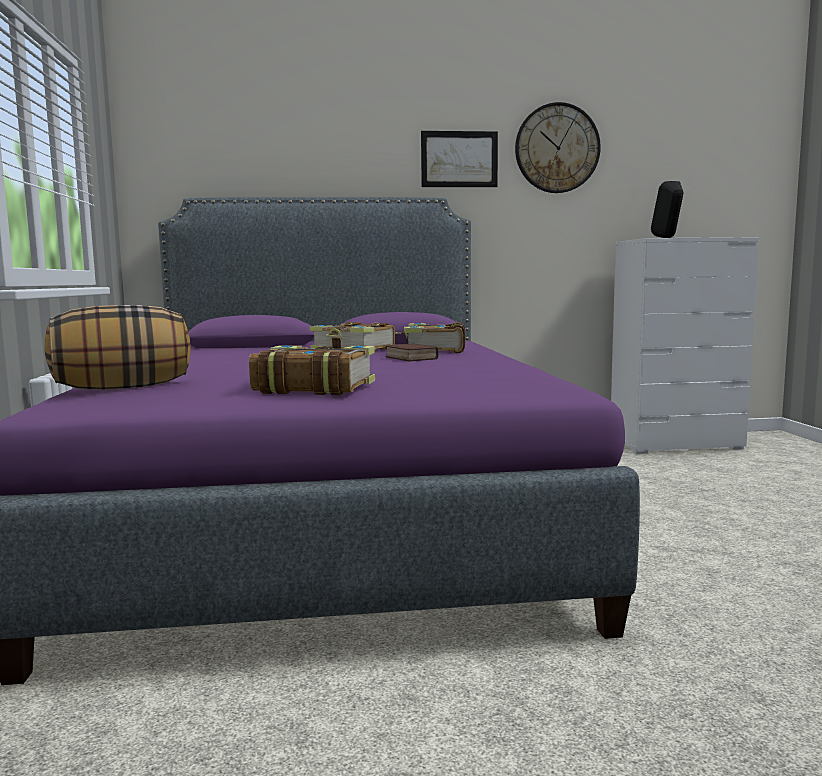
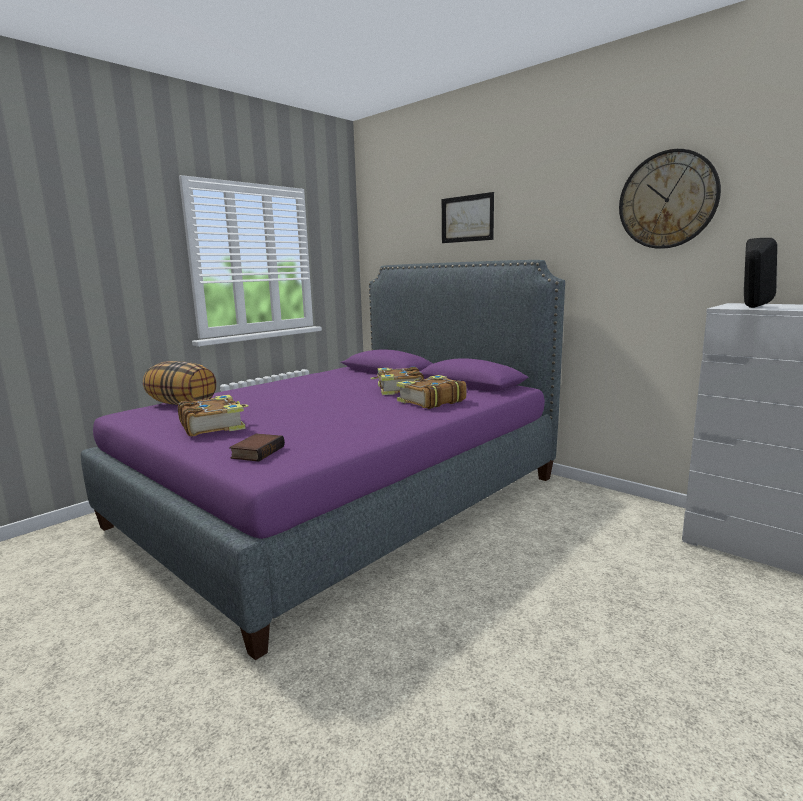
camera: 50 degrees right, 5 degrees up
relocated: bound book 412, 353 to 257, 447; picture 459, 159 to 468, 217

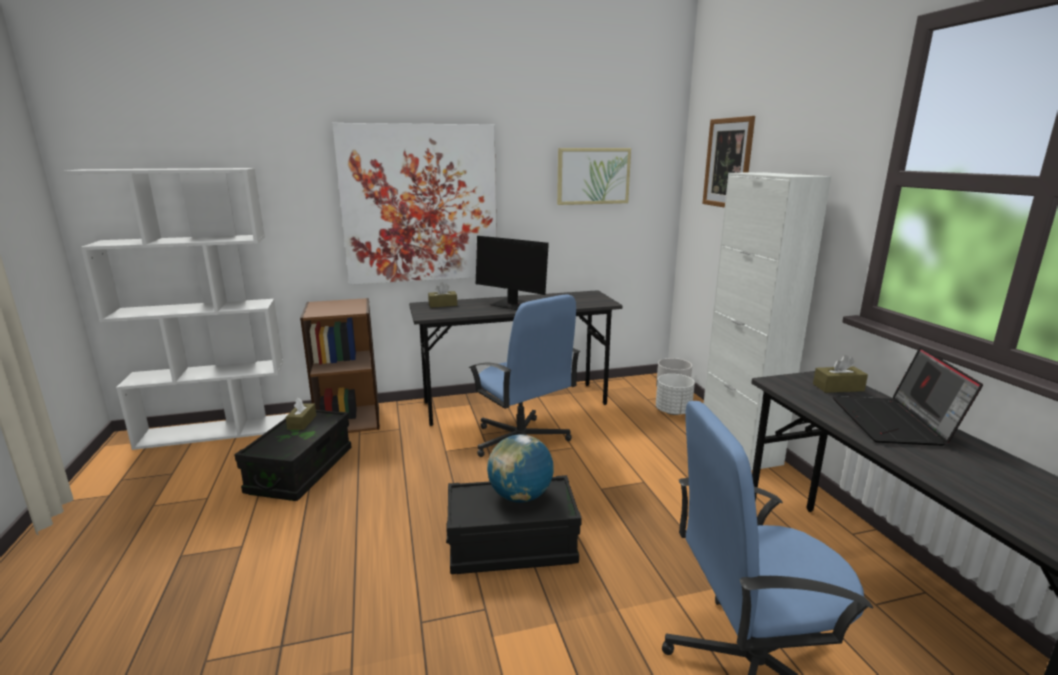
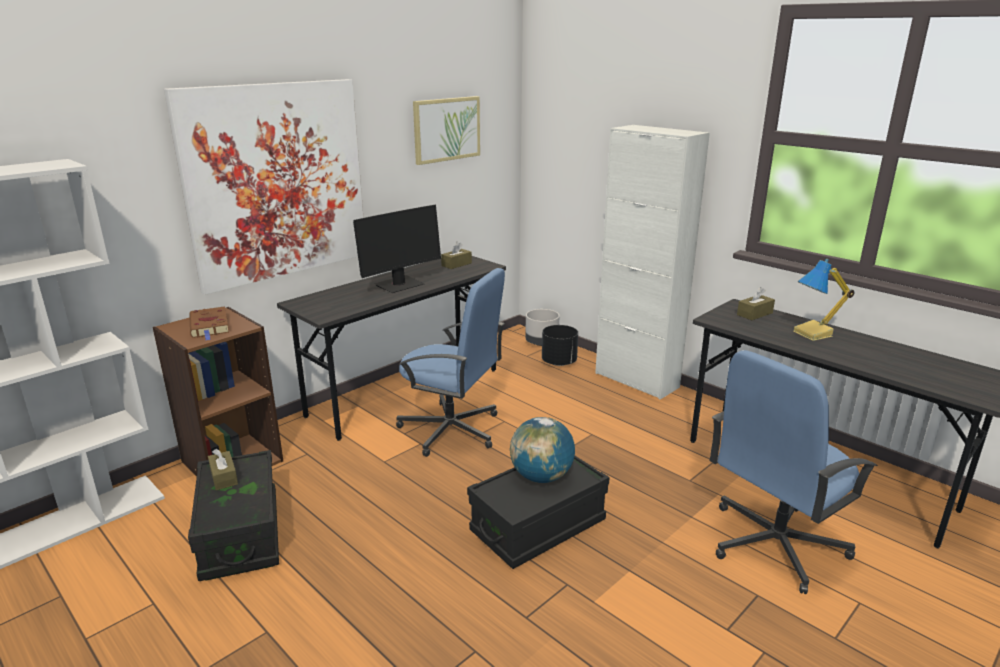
camera: 30 degrees left, 5 degrees up
missing: picture 728, 162
appeared: bound book (brown-coloured) 209, 323
relocated: box of tissues (brown-coloured) 442, 295 to 456, 255
exchanged: portable computer 908, 396 to lamp for a table 824, 300
colour: planter (white) 675, 394 to planter (black-coloured) 560, 345
spun: monitor 512, 273 = 397, 249 45 degrees counterclockwise

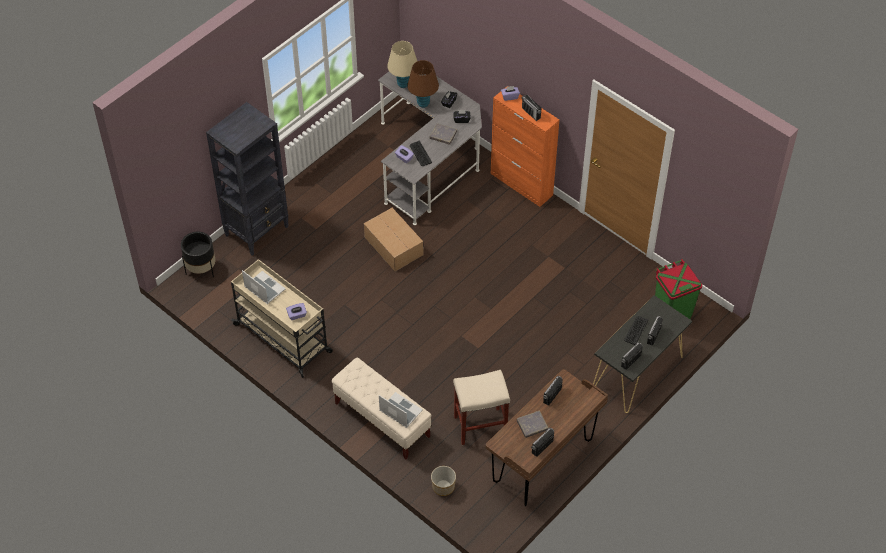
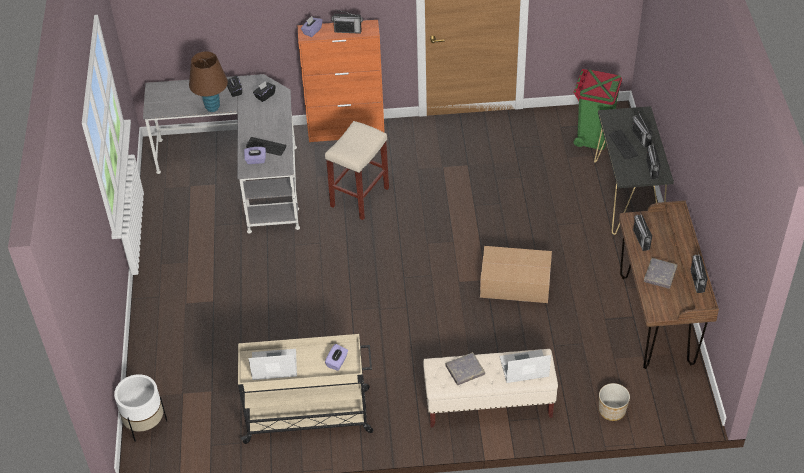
camera: 45 degrees left, 5 degrees down
missing: shelving unit (black-coloured) 247, 179; lamp for a table (beige-coloured) 402, 64
relocated: stool (beige-coloured) 481, 407 to 357, 170; bound book (gray) 443, 134 to 465, 368; cardboard box 393, 239 to 516, 274
colour: planter (black-coloured) 198, 255 to planter (white) 140, 408

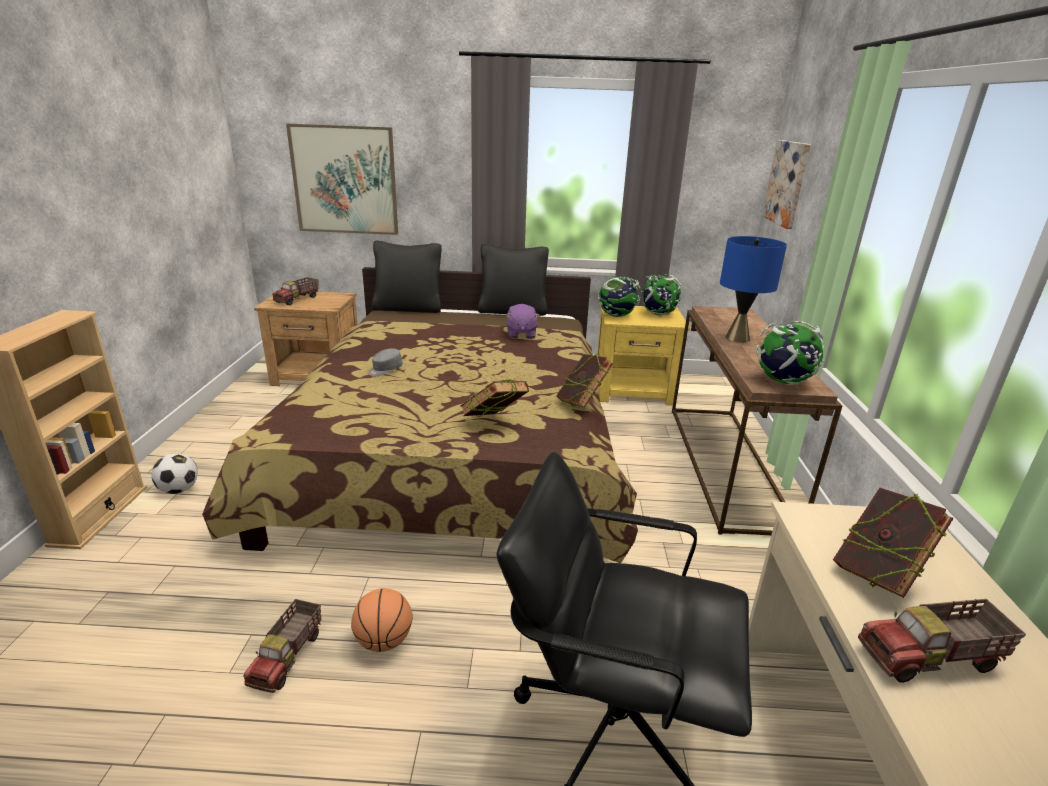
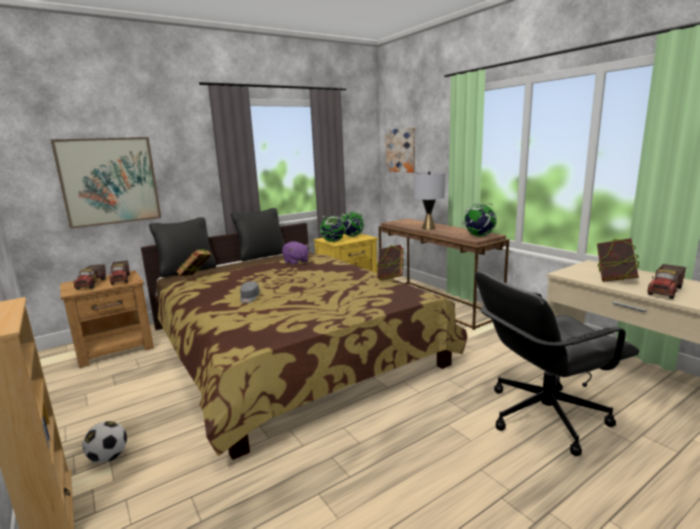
camera: 35 degrees left, 10 degrees down
missing: basketball ball 382, 620
relocated: toy lorry 282, 646 to 120, 272; bound book 494, 398 to 194, 262
colour: lamp for a table (bluish) 753, 289 to lamp for a table (gray) 429, 200

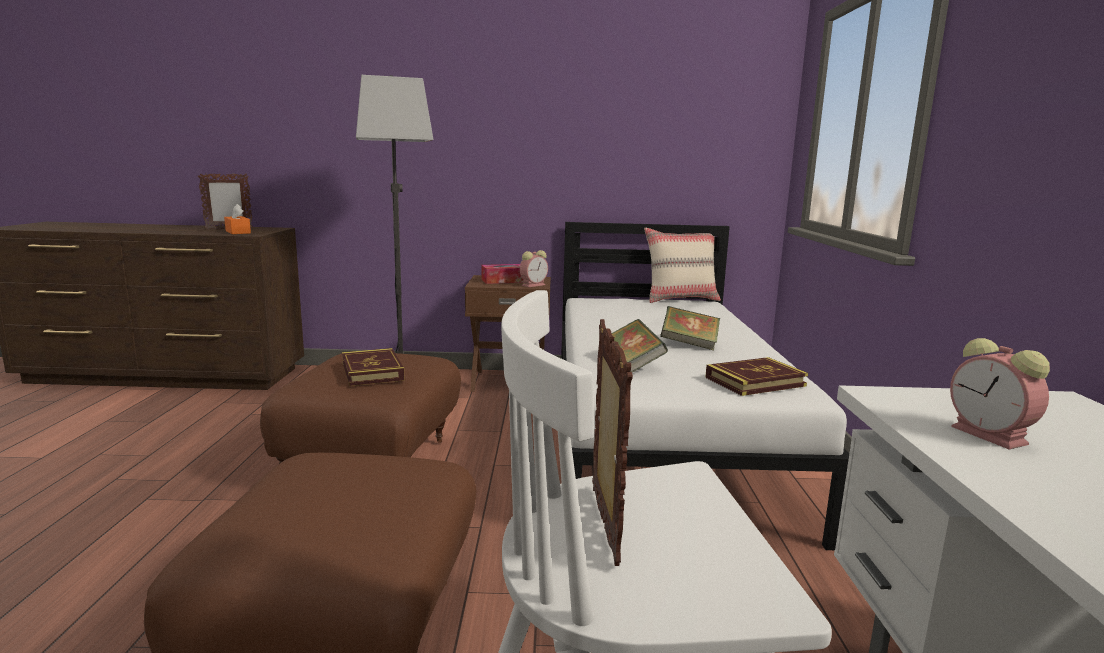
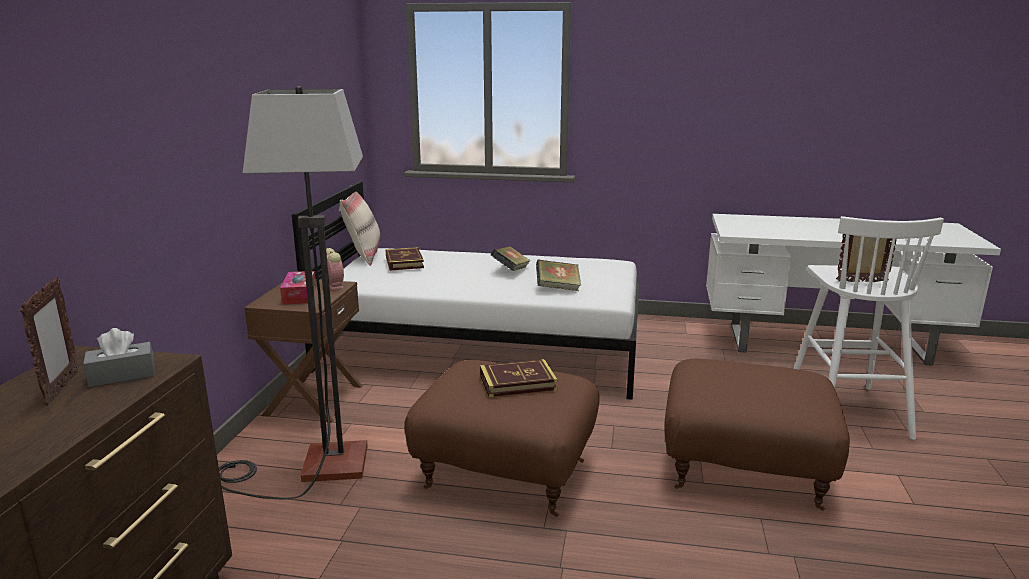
camera: 80 degrees left, 5 degrees up
missing: bedside clock 1000, 393
relocated: bound book 756, 376 to 404, 259
colour: box of tissues (orangey) 237, 219 to box of tissues (gray) 119, 357

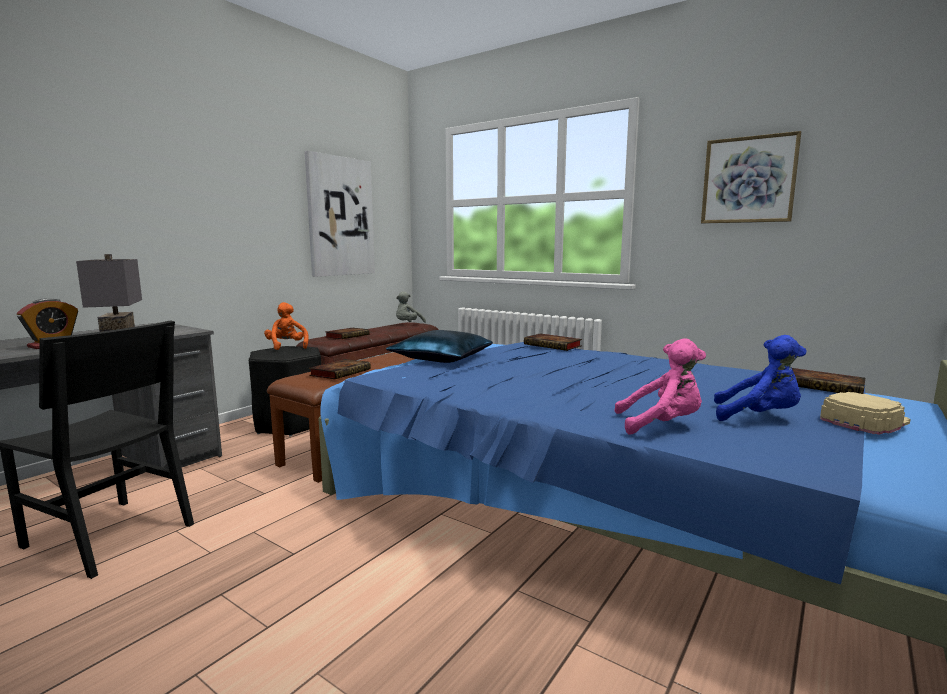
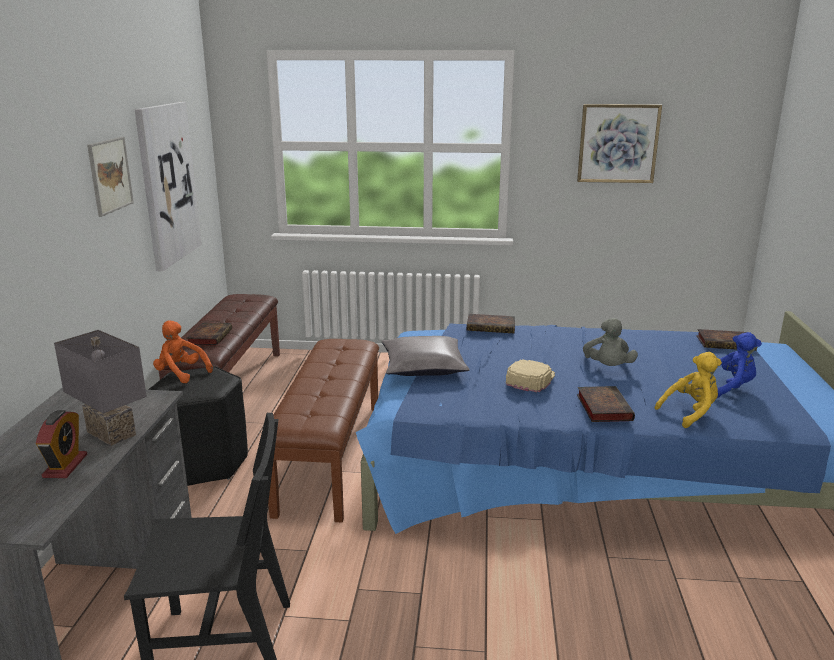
camera: 30 degrees left, 10 degrees up
appeared: picture 110, 177
relocated: baseball cap (beige-coloured) 865, 413 to 530, 375; bound book 340, 369 to 606, 404; soft toy (gray) 411, 307 to 610, 342
colour: cushion (bluish) 439, 346 to cushion (gray) 426, 356; soft toy (pinkish) 660, 386 to soft toy (yellowish) 688, 390

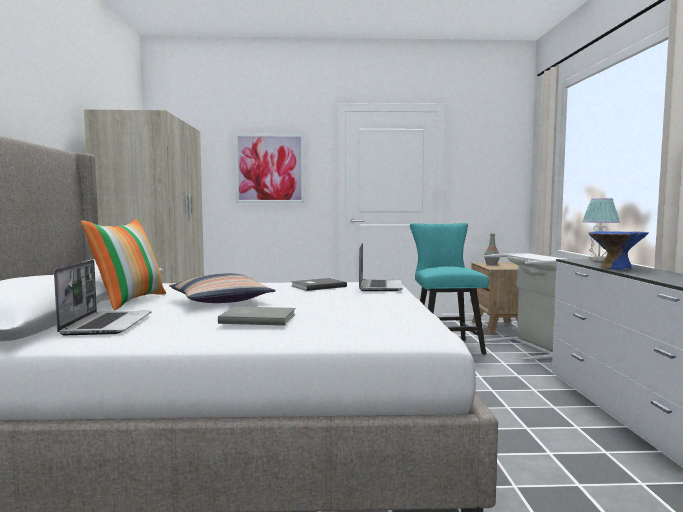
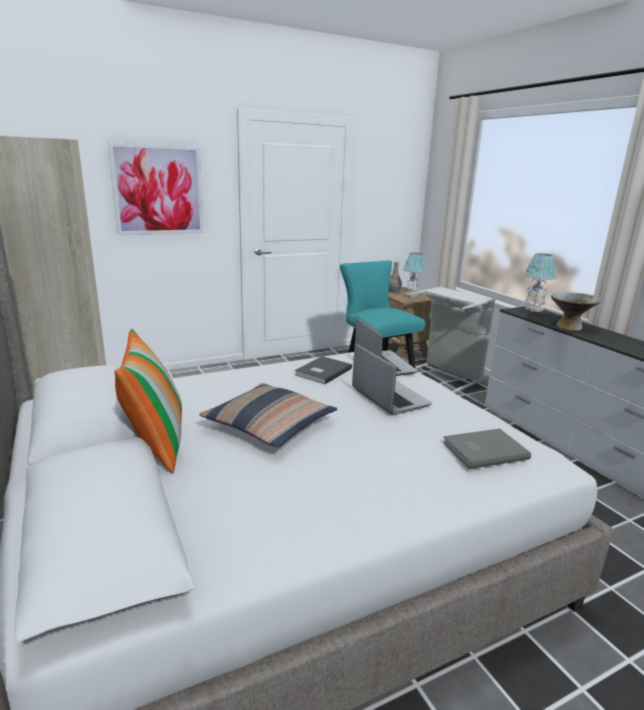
camera: 25 degrees left, 15 degrees up
appeared: lamp for a table 414, 275
relocated: portable computer 103, 297 to 392, 379; bound book (gray) 257, 316 to 487, 449
colour: serving bowl (bluish) 619, 250 to serving bowl (gray) 576, 311

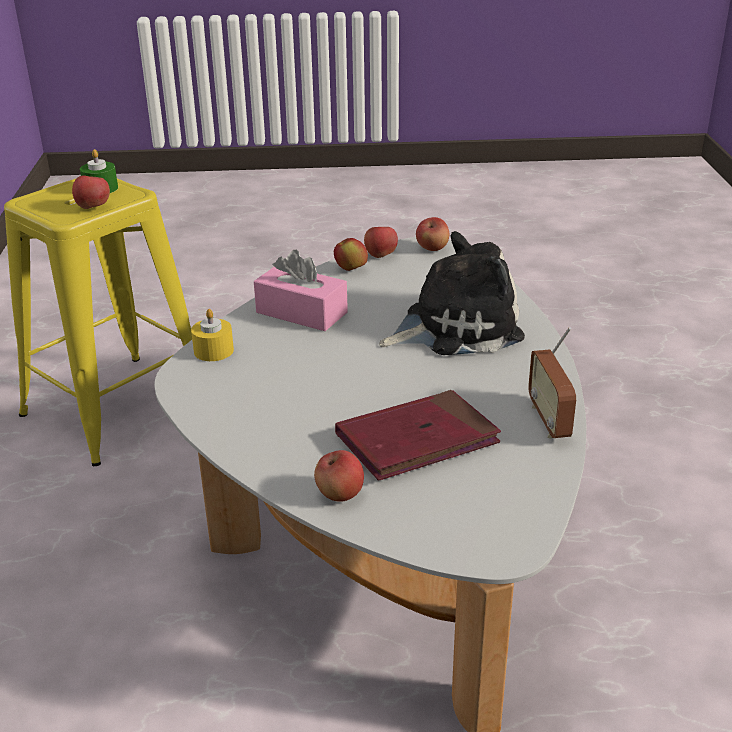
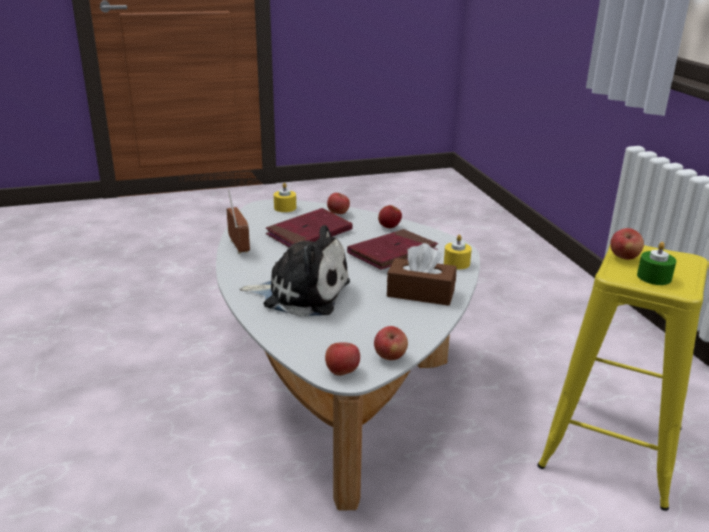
camera: 165 degrees right, 5 degrees down
appeared: wax candle (yellowish) 285, 197; bound book (red-coloured) 392, 249
relocated: apple fruit 351, 254 to 390, 216
colour: box of tissues (pinkish) 301, 290 to box of tissues (brown-coloured) 422, 274
spun: soft toy 452, 293 = 294, 271 135 degrees counterclockwise

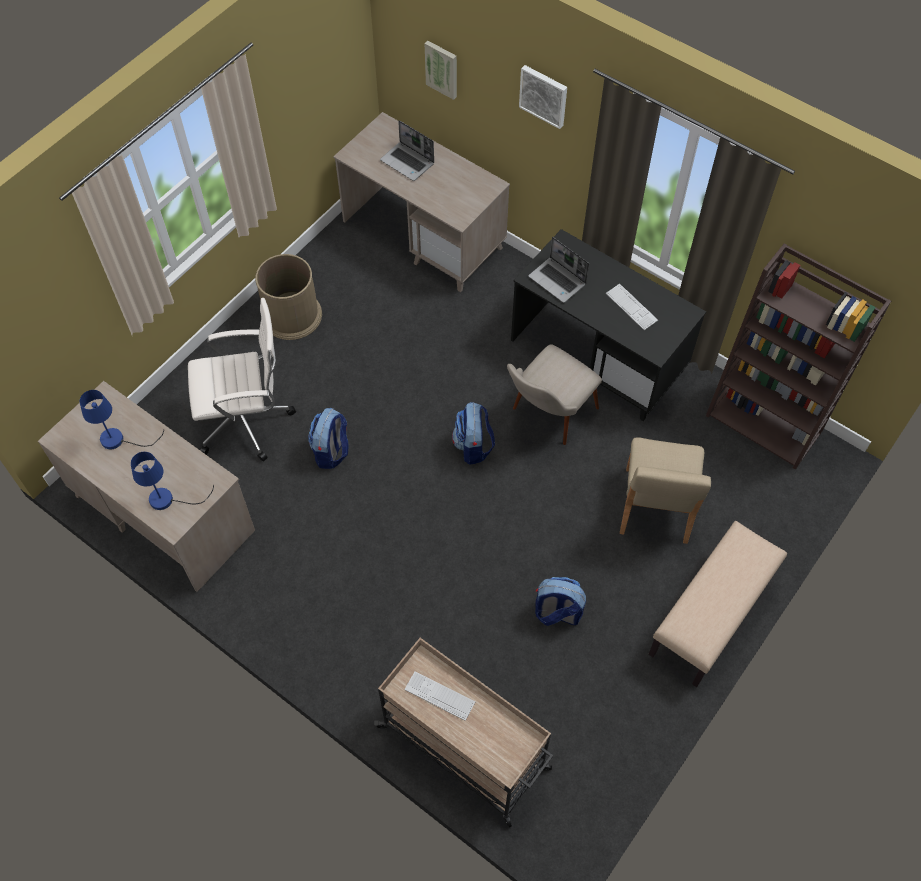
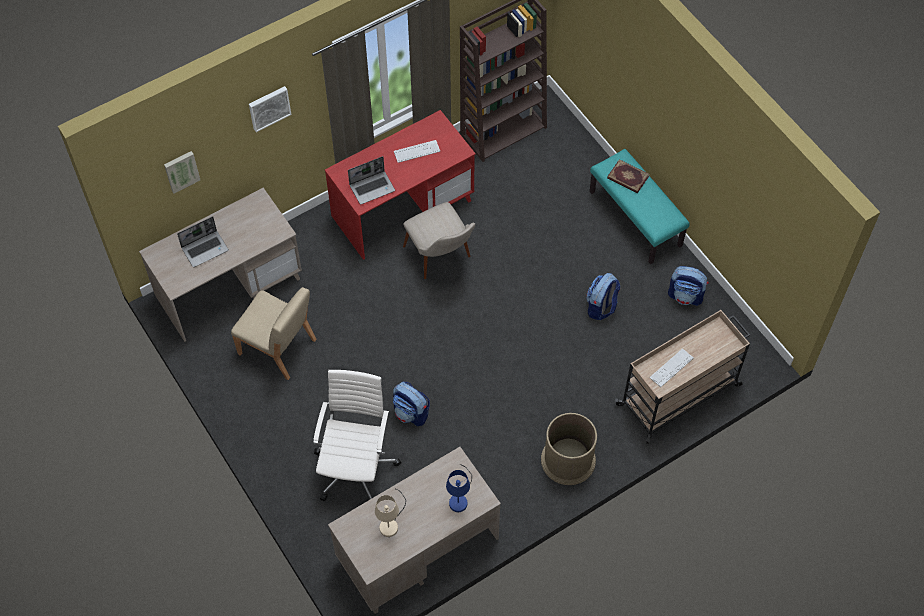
camera: 70 degrees left, 0 degrees up
appeared: bound book 628, 176
relocated: upright chair (beige-coloured) 665, 490 to 274, 333; rubbish bin (brown-coloured) 288, 297 to 569, 449; knapsack 473, 433 to 688, 286
colour: desk (black-coloured) 608, 325 to desk (red-coloured) 400, 185; lamp for a table (bluish) 122, 419 to lamp for a table (beige-coloured) 390, 512; indoor bench (beige-coloured) 718, 604 to indoor bench (blue-green) 640, 206

